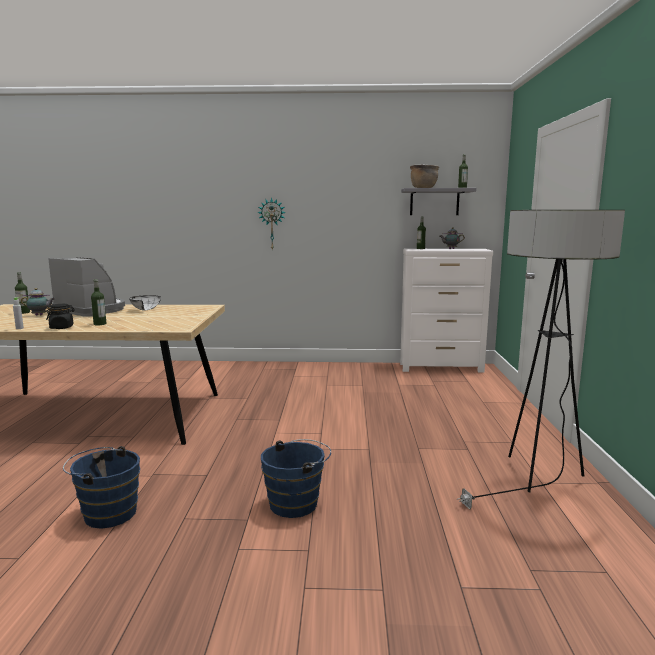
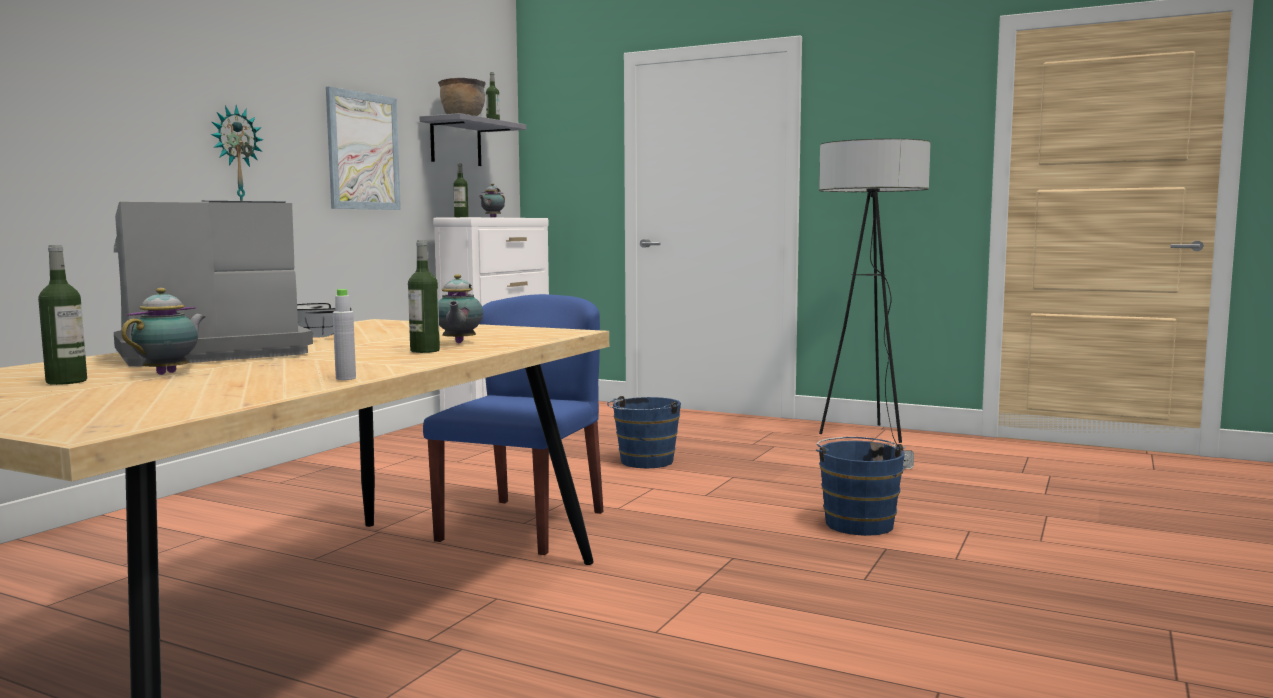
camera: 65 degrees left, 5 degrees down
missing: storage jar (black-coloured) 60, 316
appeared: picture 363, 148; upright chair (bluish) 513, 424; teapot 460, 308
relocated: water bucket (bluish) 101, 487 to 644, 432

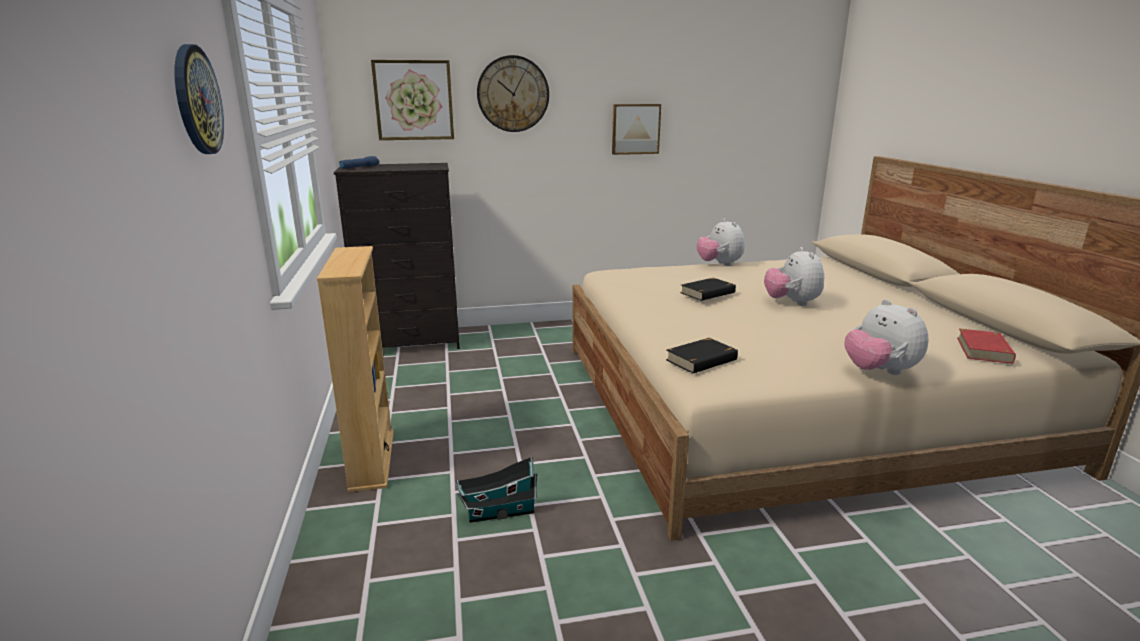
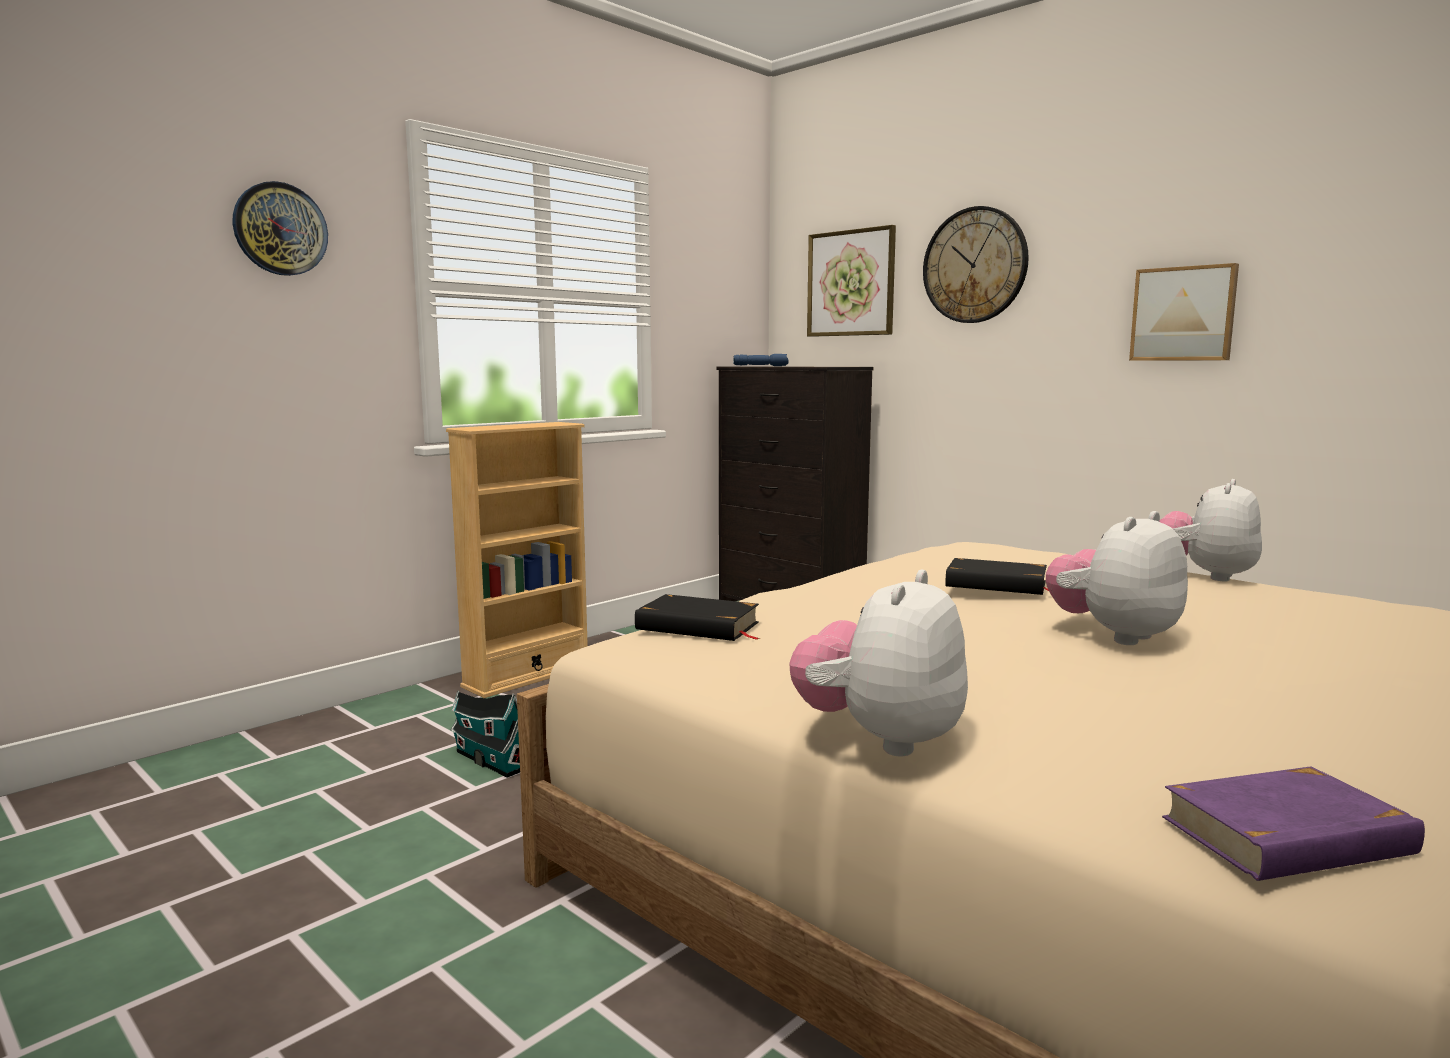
camera: 55 degrees right, 10 degrees down
colour: bound book (red-coloured) 986, 346 to bound book (purple) 1293, 824

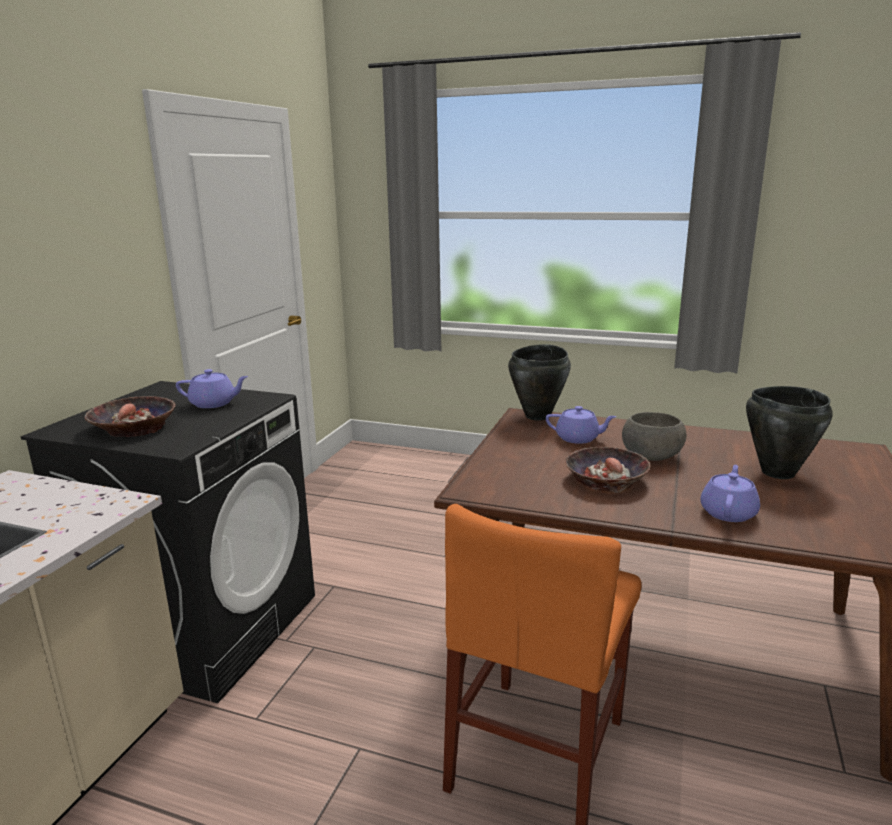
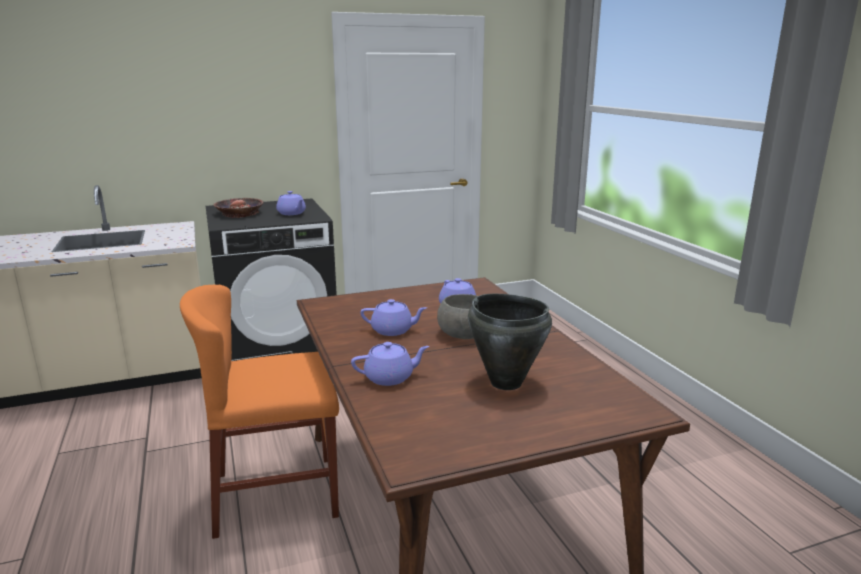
camera: 50 degrees right, 0 degrees up
missing: stockpot (black-coloured) 539, 382
exchanged: serving bowl 608, 470 to teapot (purple) 393, 317

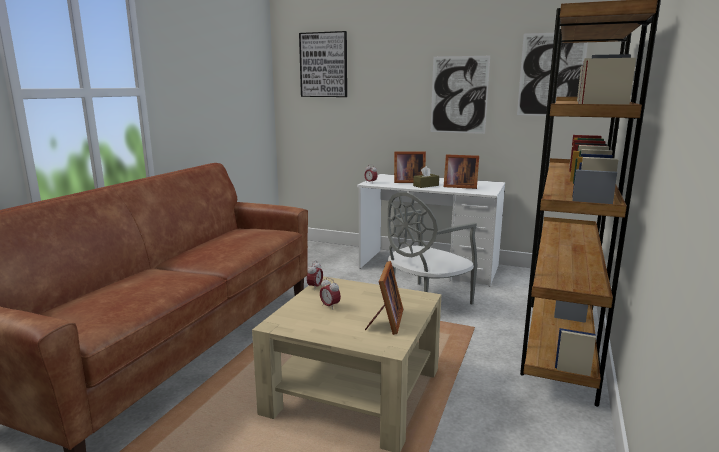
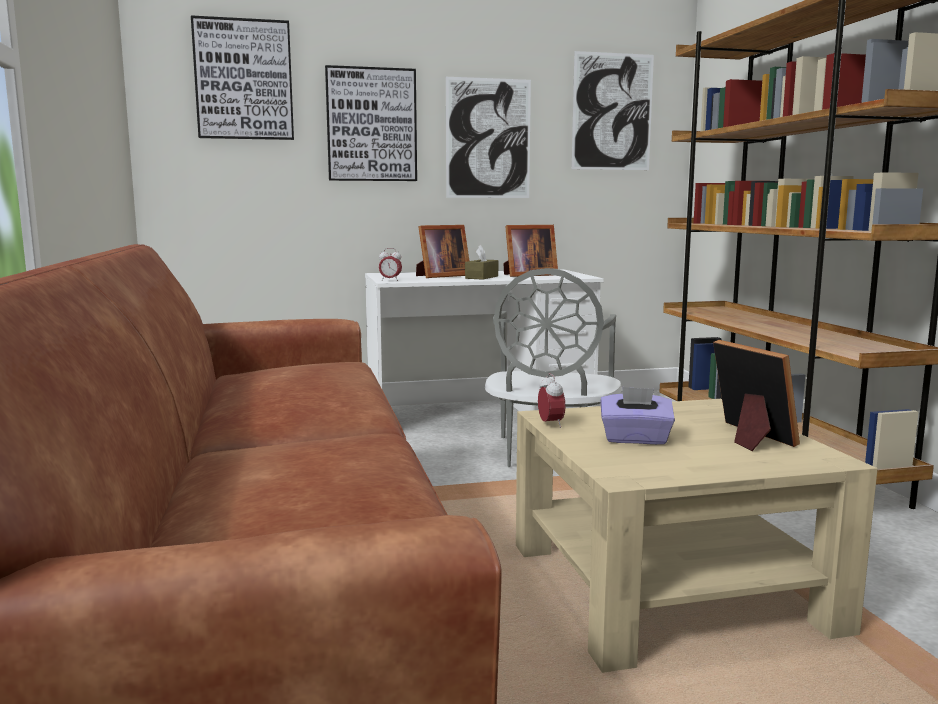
camera: 35 degrees left, 5 degrees down
appeared: picture 371, 123
exchanged: bedside clock 330, 293 to box of tissues (purple) 637, 416

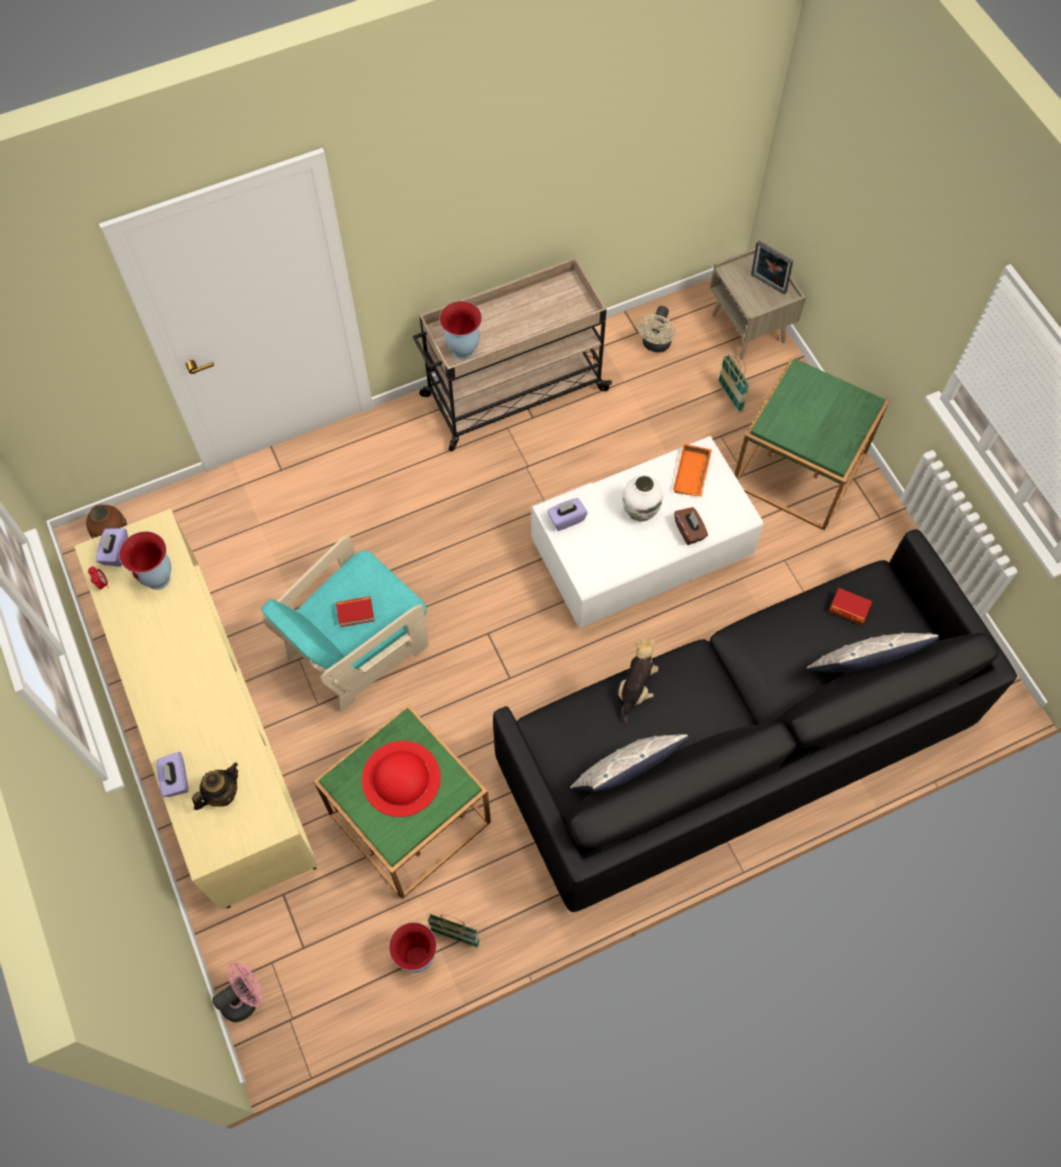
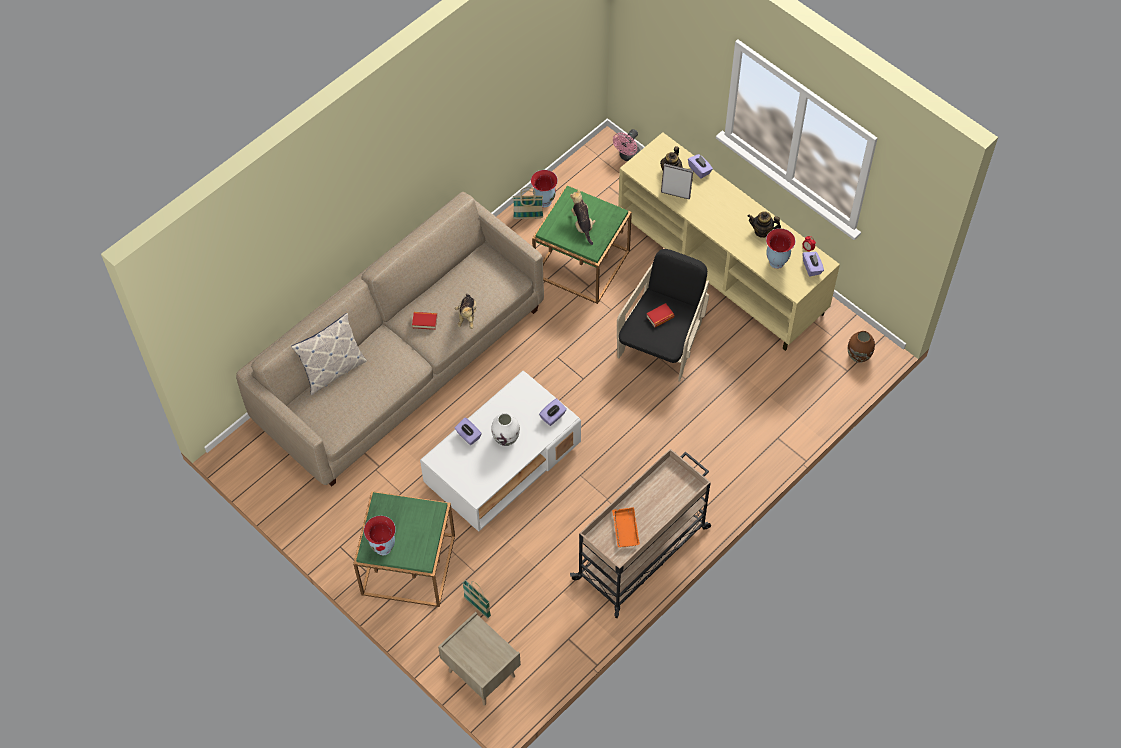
camera: 160 degrees right, 5 degrees down
missing: cushion 629, 762; electric fan (beige-coloured) 656, 329
appeared: teapot 764, 225
relocated: vase 460, 330 to 380, 535; bound book 850, 606 to 424, 321; tray (orangey) 692, 470 to 626, 527; picture frame 772, 267 to 677, 181
exchanged: wearable hat (red-coloured) 401, 779 to soft toy 583, 216
colour: couch (black-coloured) 755, 720 to couch (beige-coloured) 390, 339; box of tissues (brown-coloured) 691, 526 to box of tissues (purple) 468, 431; easy chair (blue-green) 345, 623 to easy chair (black-coloured) 663, 315

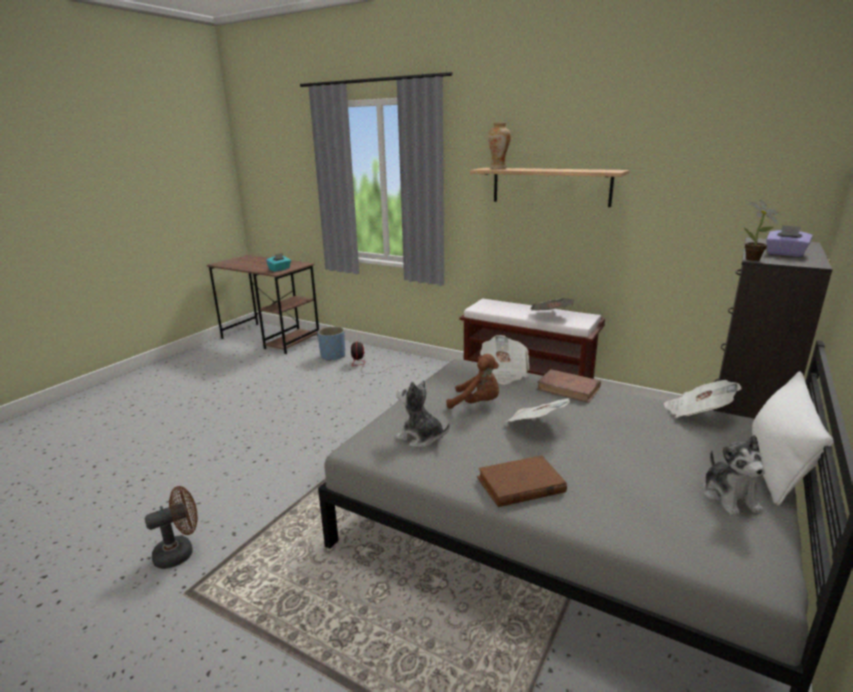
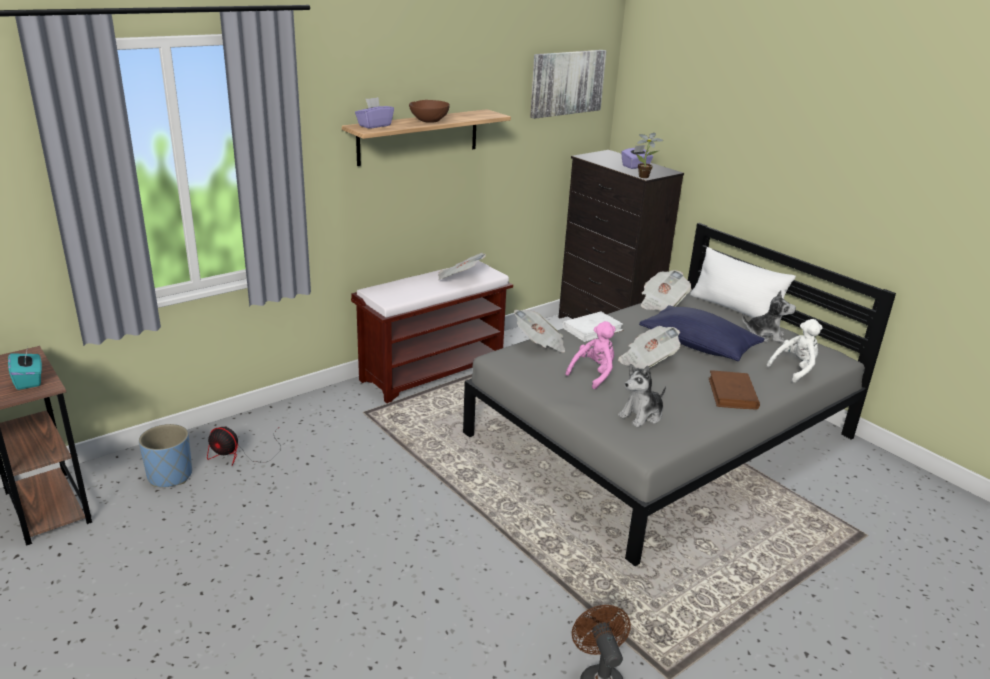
camera: 70 degrees left, 5 degrees up
appeared: serving bowl (brown-coloured) 429, 111; picture 568, 84; cushion (bluish) 702, 333; soft toy (white) 794, 351
exchanged: vase 499, 146 to box of tissues (purple) 374, 113
colour: bound book (brown-coloured) 568, 386 to bound book (white) 592, 326; soft toy (brown-coloured) 472, 381 to soft toy (pinkish) 590, 355

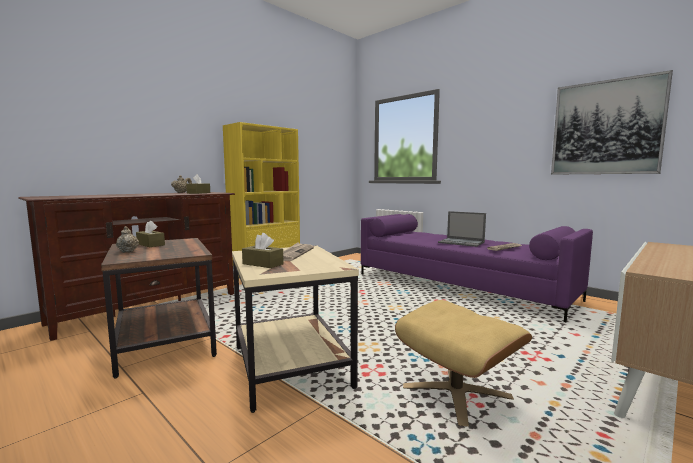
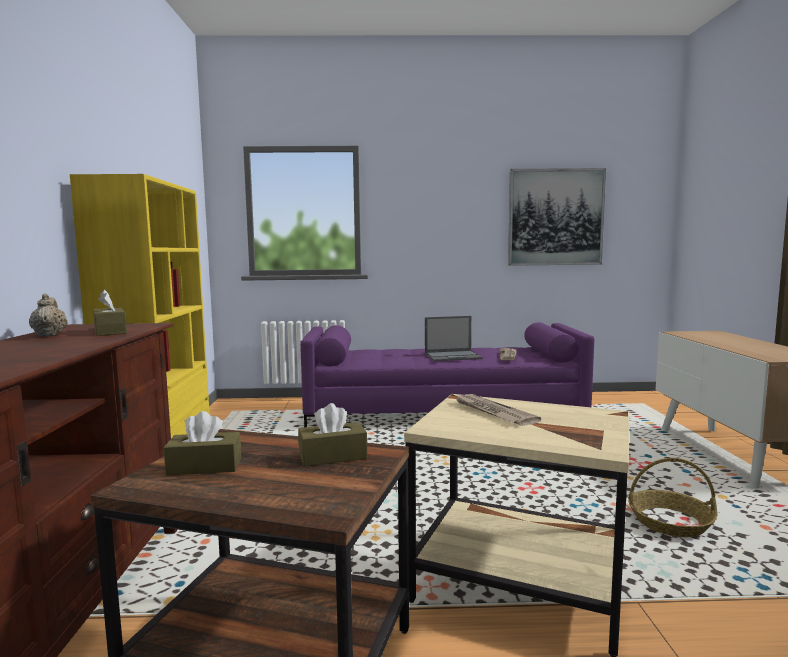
camera: 45 degrees left, 0 degrees up
missing: teapot (beige-coloured) 127, 239
relocated: box of tissues (brown-coloured) 263, 250 to 332, 434
exchanged: pouffe (beige-coloured) 463, 363 to household basket 672, 497

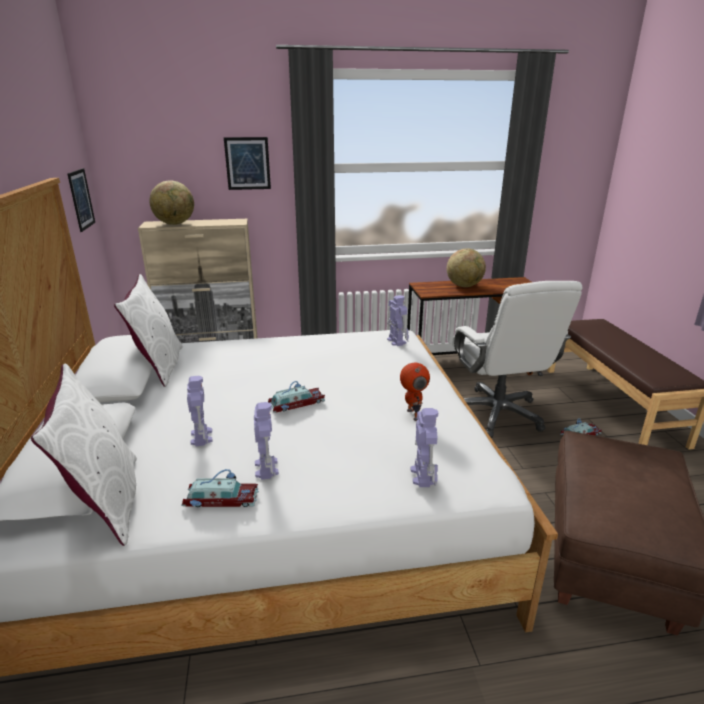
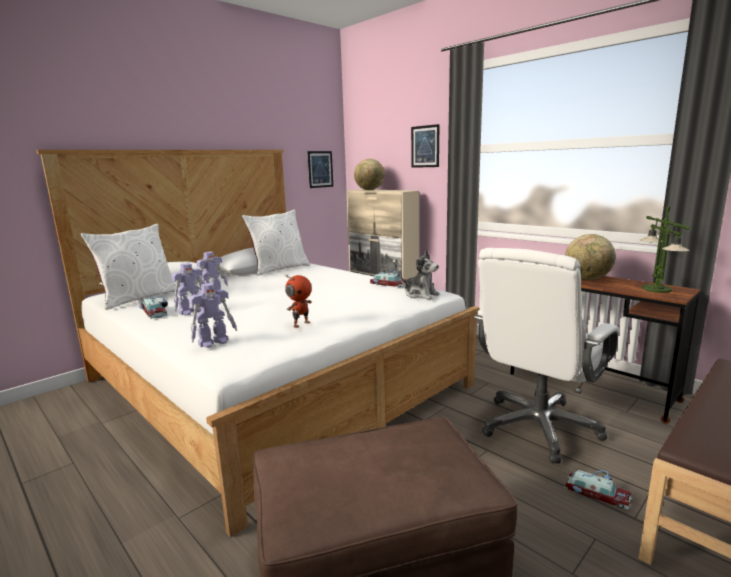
camera: 55 degrees right, 10 degrees down
appeared: lamp for a table 665, 249
relocated: miniature car 296, 397 to 388, 278
exchanged: toy robot 398, 320 to soft toy 420, 275

